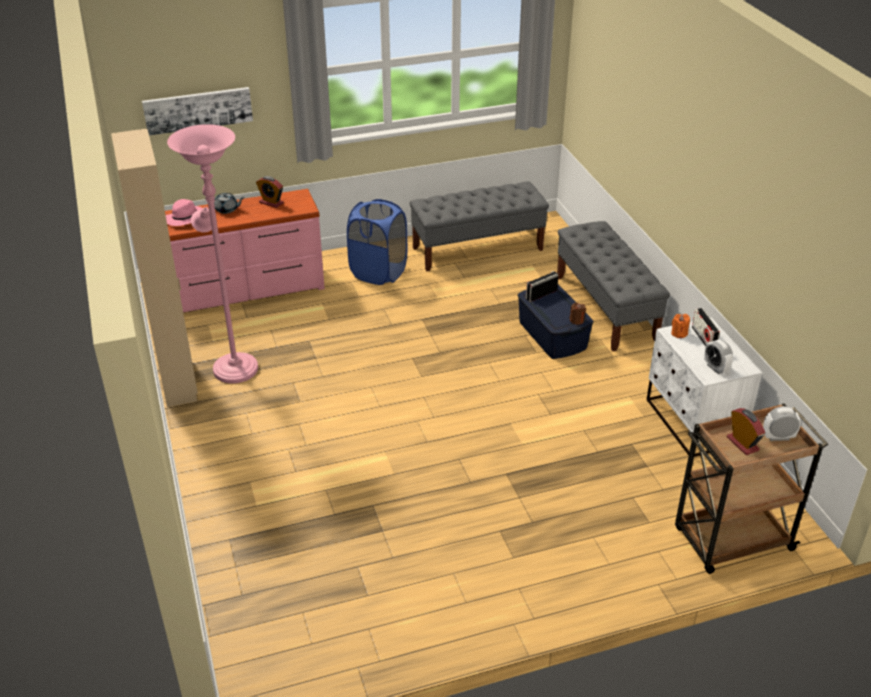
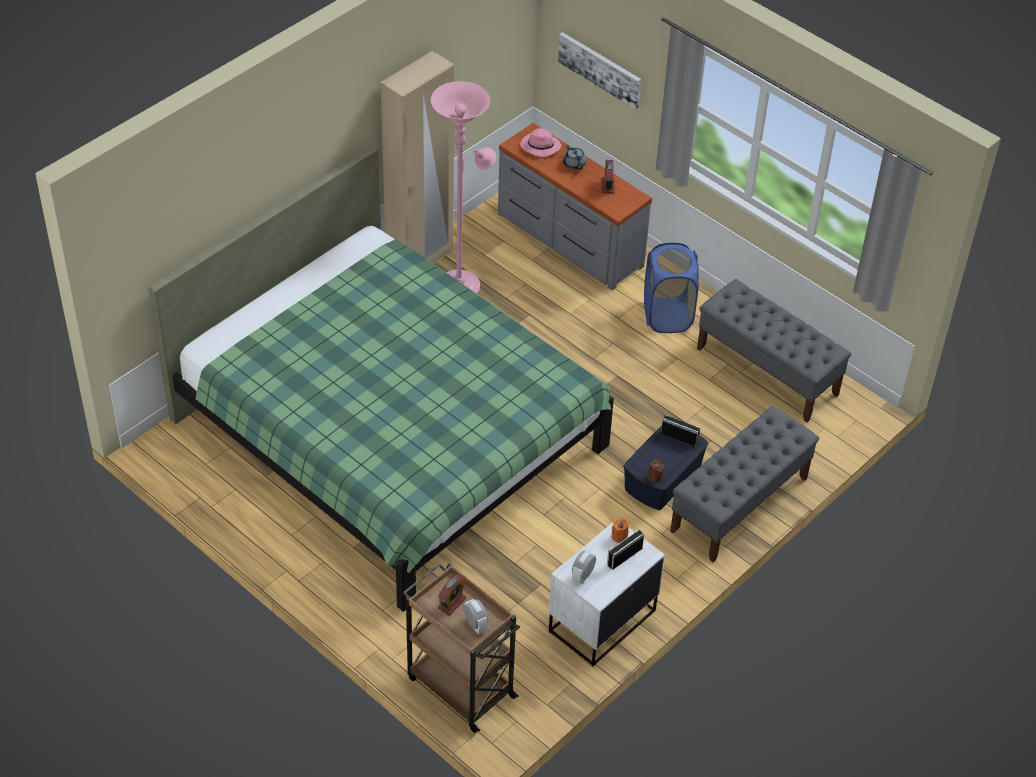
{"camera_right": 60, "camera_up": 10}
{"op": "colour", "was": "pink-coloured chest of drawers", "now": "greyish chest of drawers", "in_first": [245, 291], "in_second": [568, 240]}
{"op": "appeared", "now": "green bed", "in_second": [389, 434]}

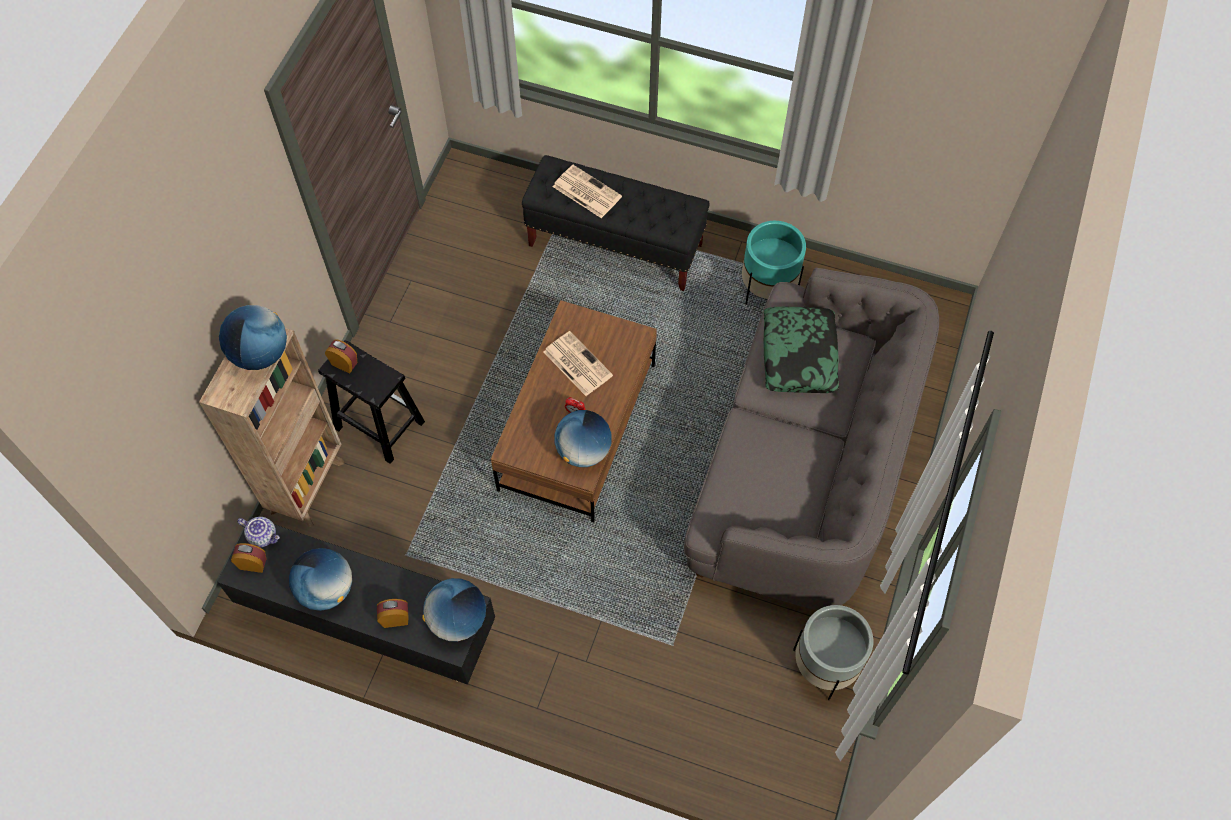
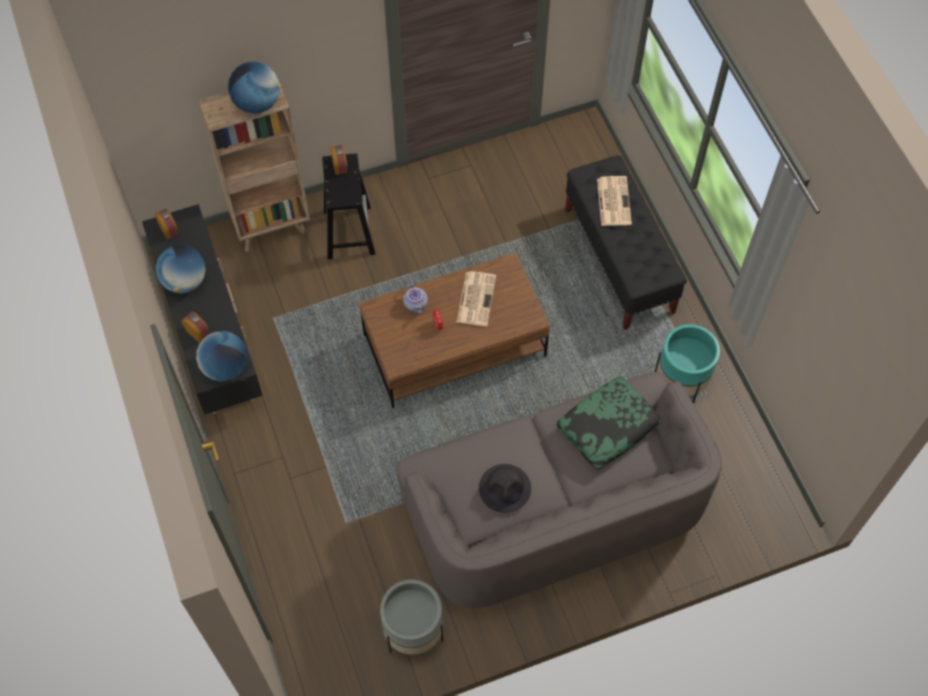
{"camera_right": 50, "camera_up": 0}
{"op": "relocated", "was": "teapot", "in_first": [263, 536], "in_second": [416, 304]}
{"op": "missing", "was": "globe", "in_first": [583, 451]}
{"op": "appeared", "now": "black-coloured hat", "in_second": [505, 488]}

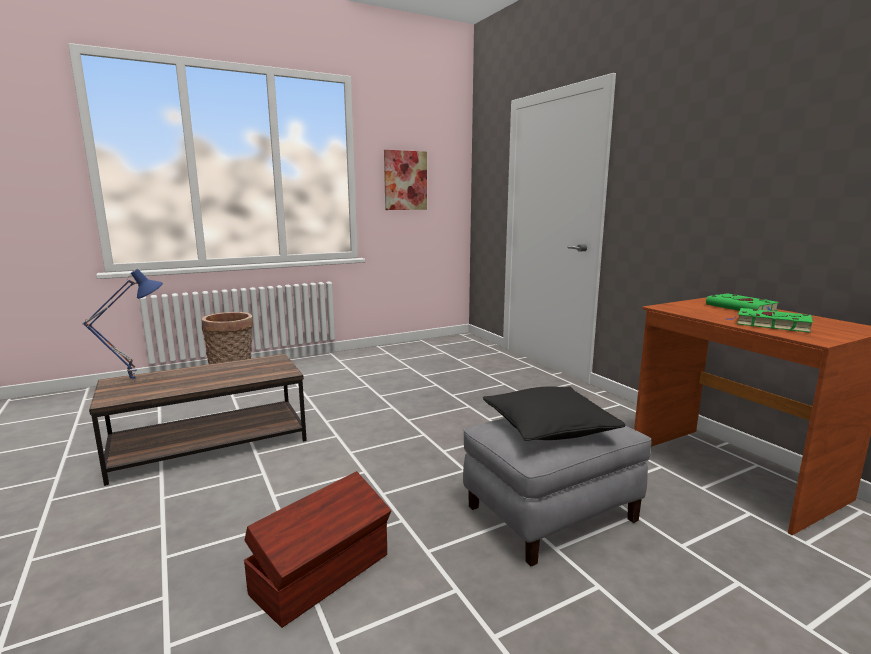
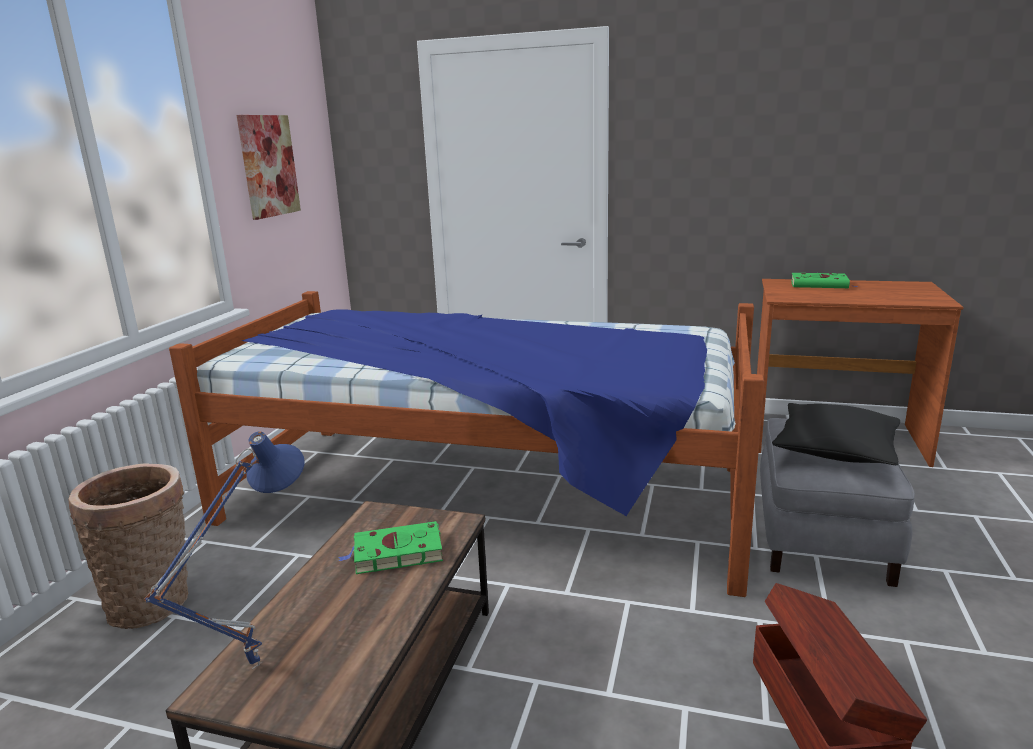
{"camera_right": -45, "camera_up": 5}
{"op": "relocated", "was": "green book", "in_first": [770, 324], "in_second": [395, 553]}
{"op": "appeared", "now": "bed", "in_second": [486, 496]}

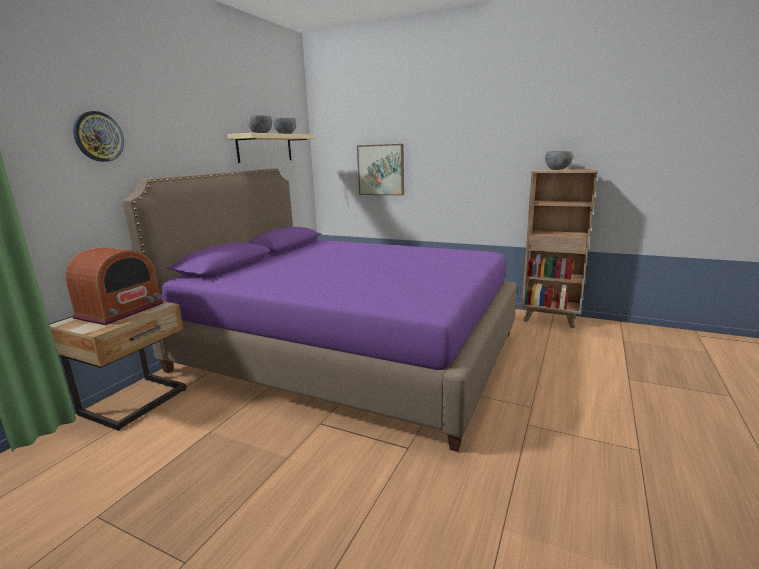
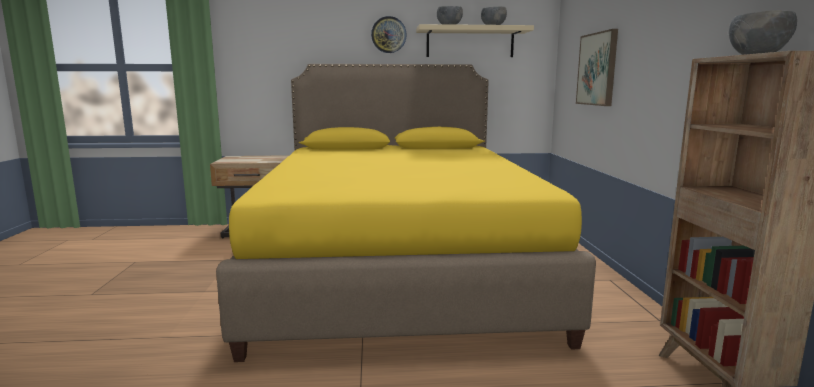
{"camera_right": 60, "camera_up": -5}
{"op": "missing", "was": "radio receiver", "in_first": [120, 310]}
{"op": "relocated", "was": "clock on the wall", "in_first": [98, 136], "in_second": [388, 35]}
{"op": "colour", "was": "purplish bed", "now": "yellow-coloured bed", "in_first": [347, 352], "in_second": [398, 267]}

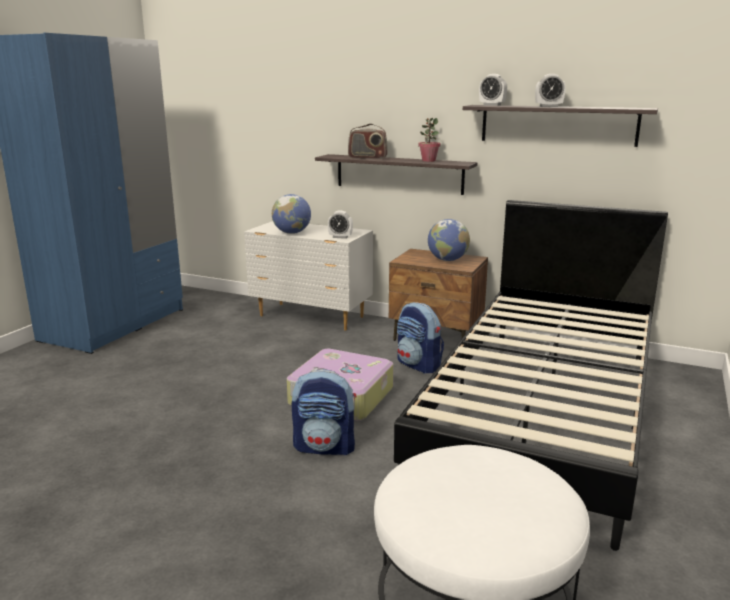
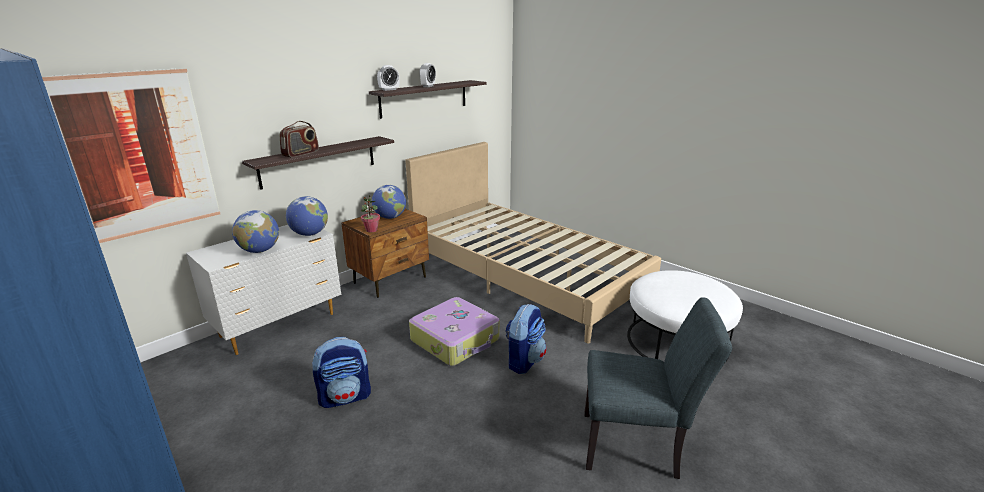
{"camera_right": -70, "camera_up": 5}
{"op": "exchanged", "was": "bedside clock", "now": "globe", "in_first": [340, 237], "in_second": [309, 234]}
{"op": "colour", "was": "black-coloured bed", "now": "beige-coloured bed", "in_first": [543, 413], "in_second": [525, 276]}
{"op": "relocated", "was": "knapsack", "in_first": [418, 365], "in_second": [345, 397]}
{"op": "relocated", "was": "plant in a pot", "in_first": [428, 160], "in_second": [371, 230]}
{"op": "appeared", "now": "wall picture", "in_second": [140, 154]}
{"op": "appeared", "now": "greyish upright chair", "in_second": [638, 446]}

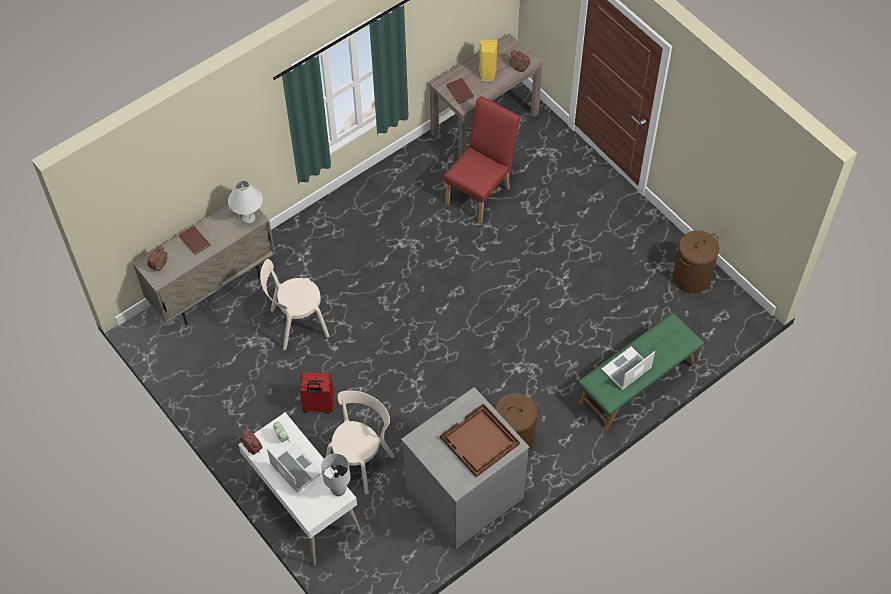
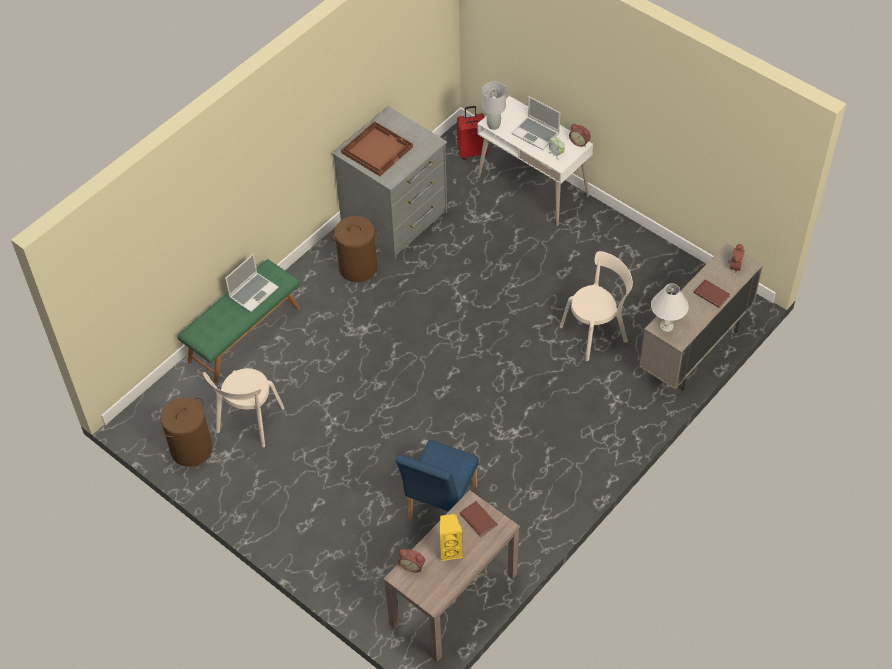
{"camera_right": 170, "camera_up": -5}
{"op": "relocated", "was": "red-coloured piece of luggage", "in_first": [318, 406], "in_second": [472, 152]}
{"op": "relocated", "was": "beige-coloured upright chair", "in_first": [361, 460], "in_second": [249, 422]}
{"op": "colour", "was": "red-coloured upright chair", "now": "blue-coloured upright chair", "in_first": [481, 192], "in_second": [439, 507]}

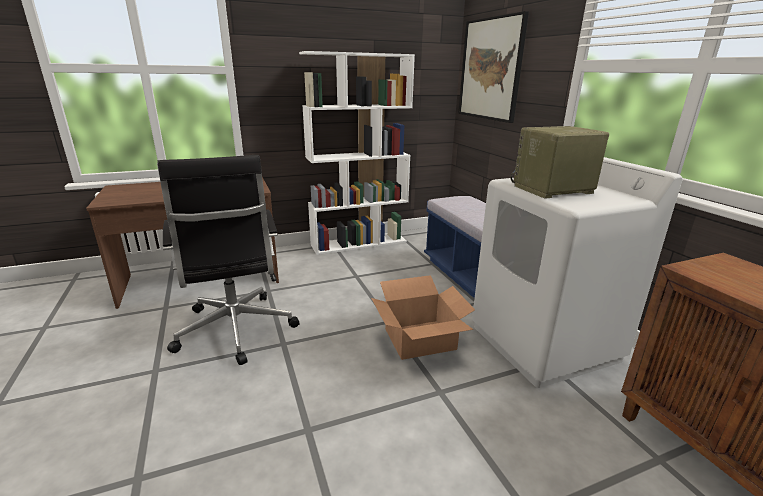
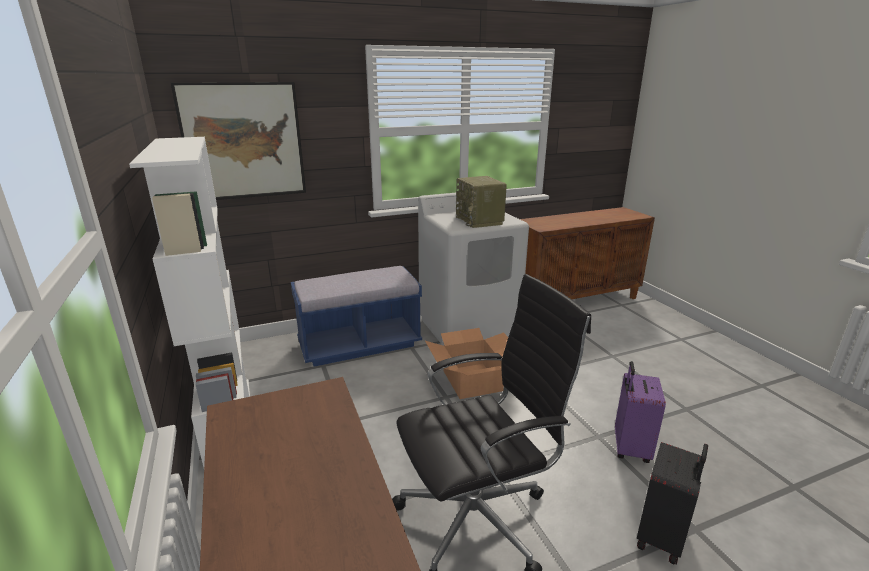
{"camera_right": -90, "camera_up": 0}
{"op": "appeared", "now": "purplish piece of luggage", "in_second": [629, 448]}
{"op": "appeared", "now": "black-coloured piece of luggage", "in_second": [662, 537]}

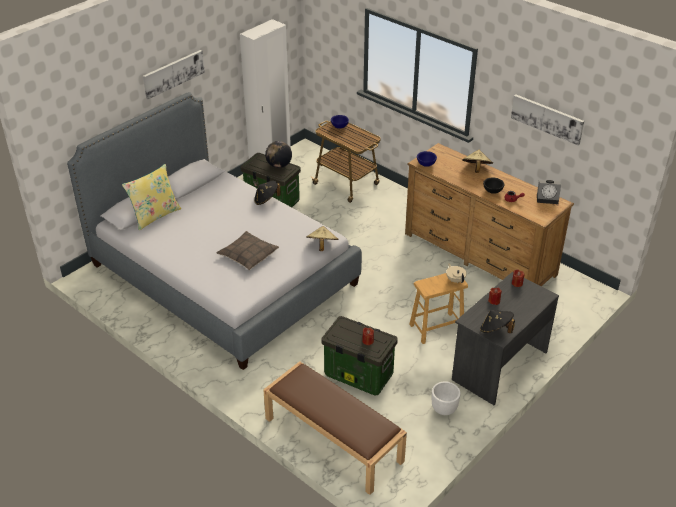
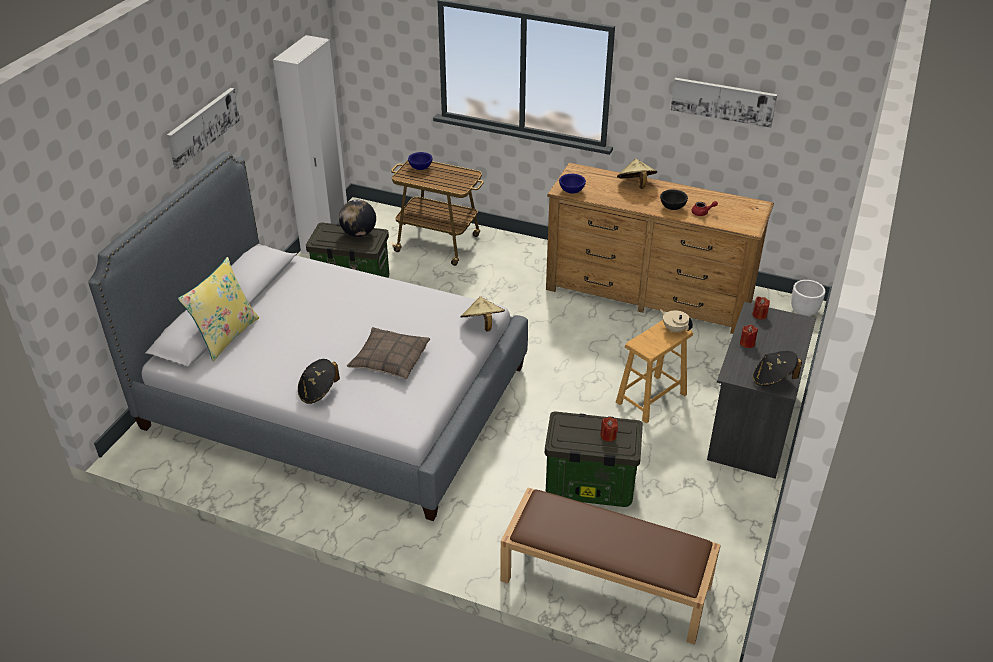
{"camera_right": -20, "camera_up": 0}
{"op": "relocated", "was": "black-coloured hat", "in_first": [266, 200], "in_second": [318, 392]}
{"op": "relocated", "was": "white-coloured planter", "in_first": [444, 409], "in_second": [804, 311]}
{"op": "missing", "was": "bedside clock", "in_first": [548, 198]}

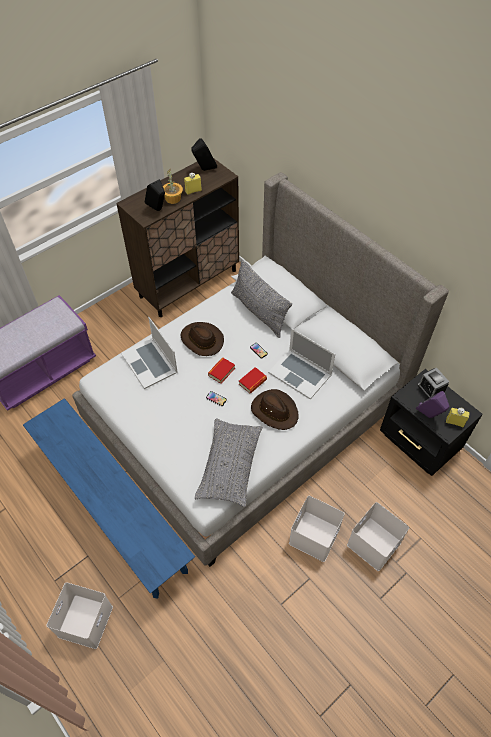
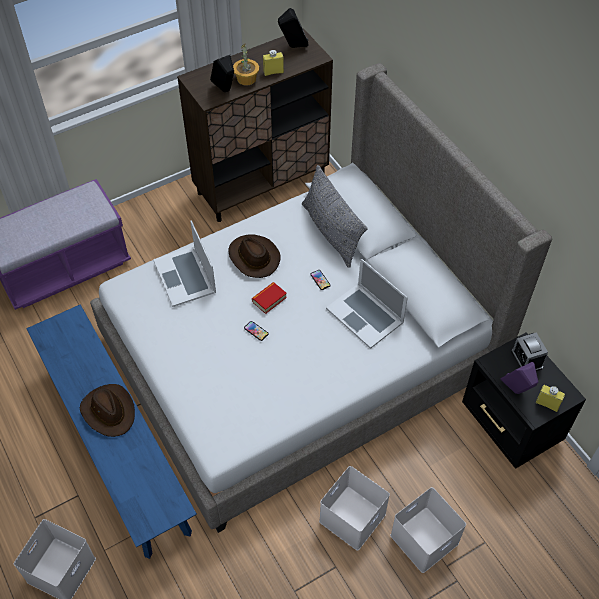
{"camera_right": 10, "camera_up": 0}
{"op": "missing", "was": "greyish pillow", "in_first": [229, 466]}
{"op": "missing", "was": "book", "in_first": [252, 382]}
{"op": "relocated", "was": "brownish hat", "in_first": [275, 411], "in_second": [109, 411]}

